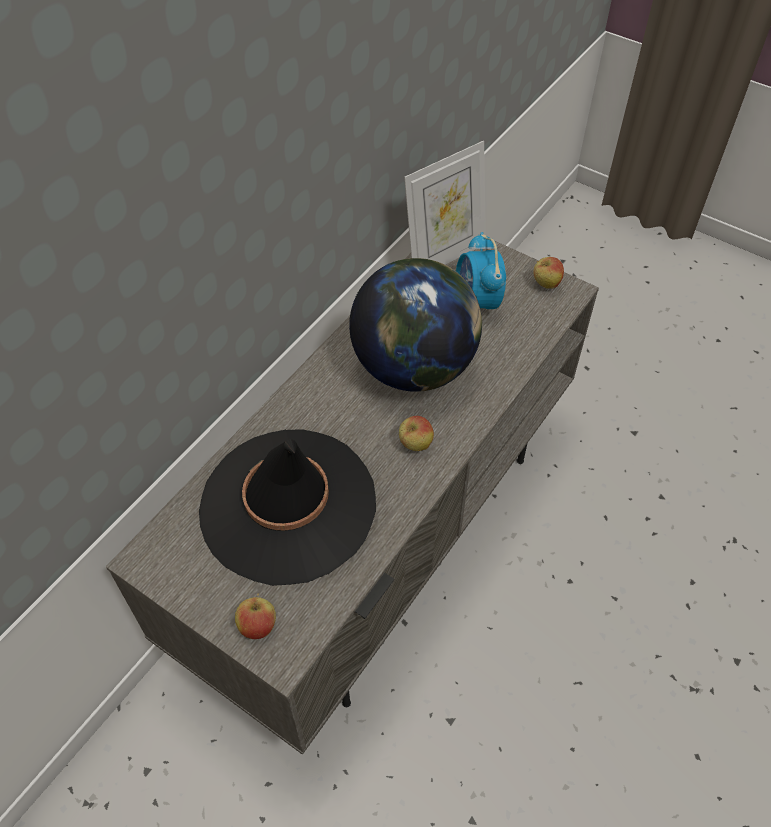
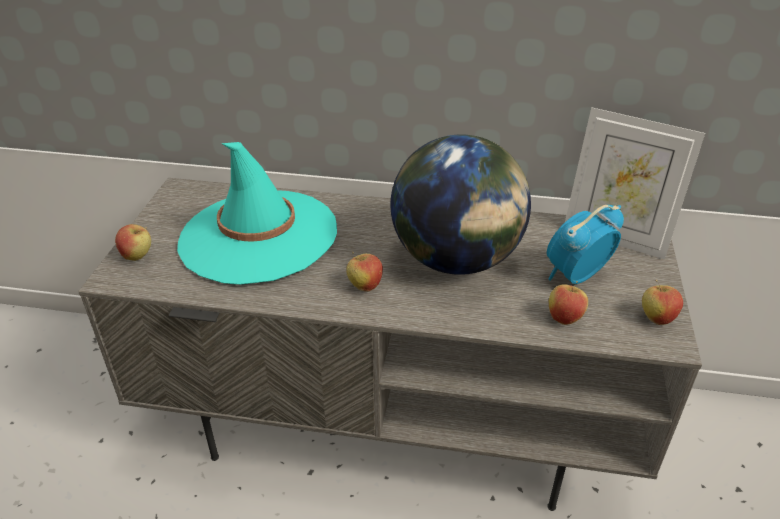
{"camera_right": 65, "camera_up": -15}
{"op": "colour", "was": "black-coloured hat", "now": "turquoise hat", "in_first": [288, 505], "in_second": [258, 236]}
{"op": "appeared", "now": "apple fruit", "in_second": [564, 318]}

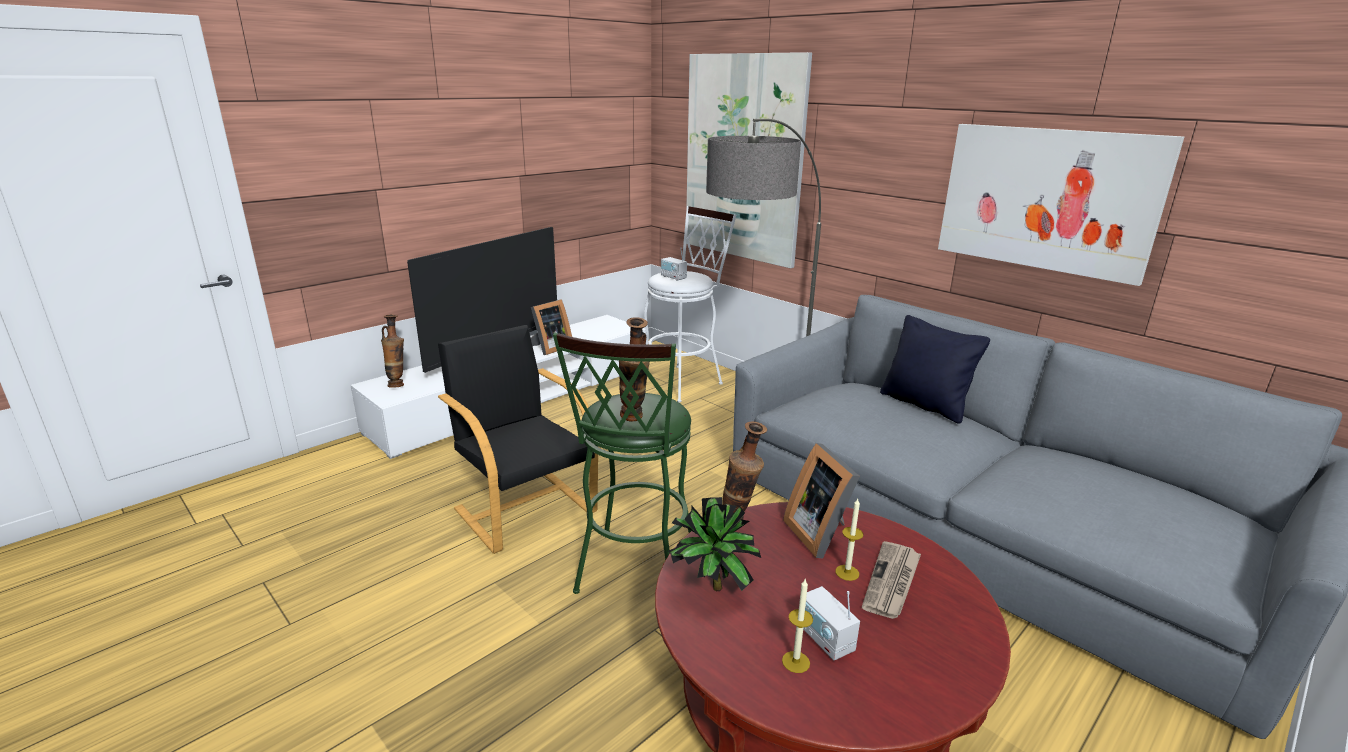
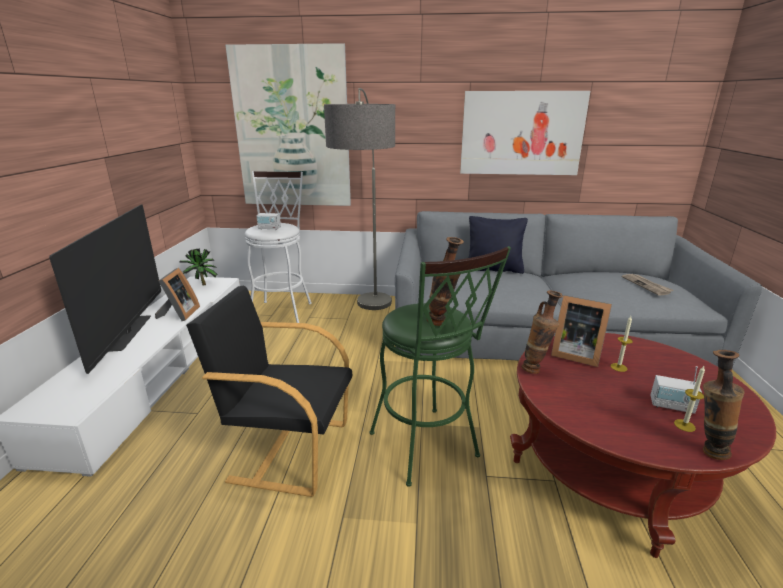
{"camera_right": -40, "camera_up": 0}
{"op": "relocated", "was": "flower vase", "in_first": [398, 384], "in_second": [706, 449]}
{"op": "relocated", "was": "plant in a pot", "in_first": [710, 590], "in_second": [201, 285]}
{"op": "relocated", "was": "newspaper", "in_first": [892, 582], "in_second": [646, 285]}

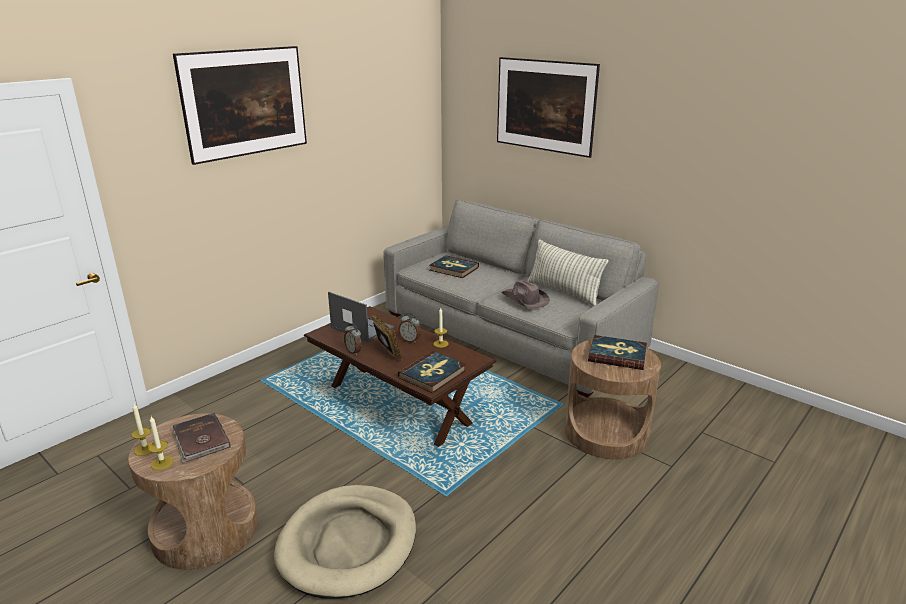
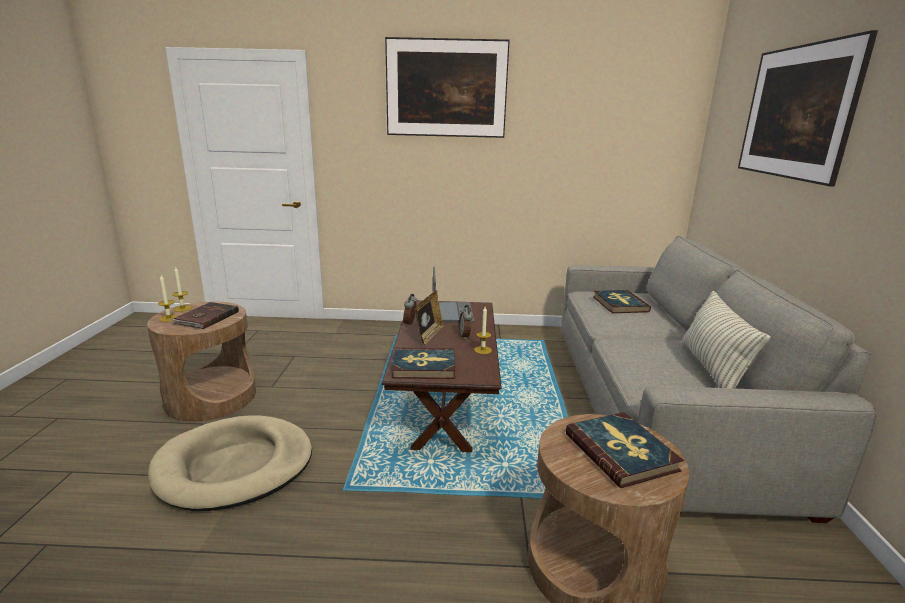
{"camera_right": 50, "camera_up": -5}
{"op": "missing", "was": "brownish hat", "in_first": [524, 299]}

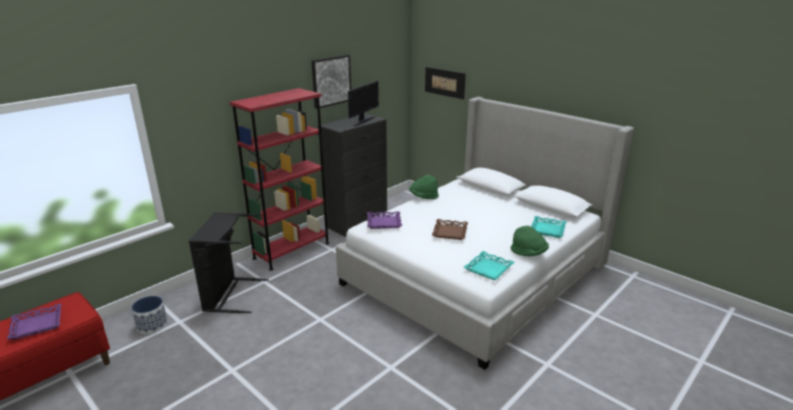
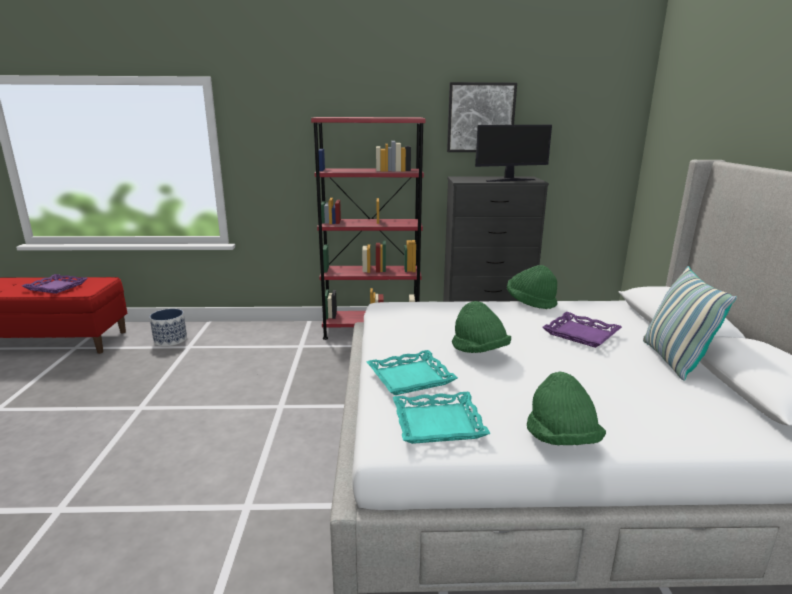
{"camera_right": 45, "camera_up": -5}
{"op": "missing", "was": "black-coloured washing basket", "in_first": [229, 295]}
{"op": "relocated", "was": "purplish tray", "in_first": [384, 222], "in_second": [581, 334]}
{"op": "missing", "was": "wall picture", "in_first": [444, 82]}
{"op": "exchanged", "was": "brownish tray", "now": "green hat", "in_first": [449, 232], "in_second": [479, 351]}
{"op": "relocated", "was": "turquoise tray", "in_first": [547, 229], "in_second": [410, 377]}
{"op": "appeared", "now": "pillow", "in_second": [673, 360]}

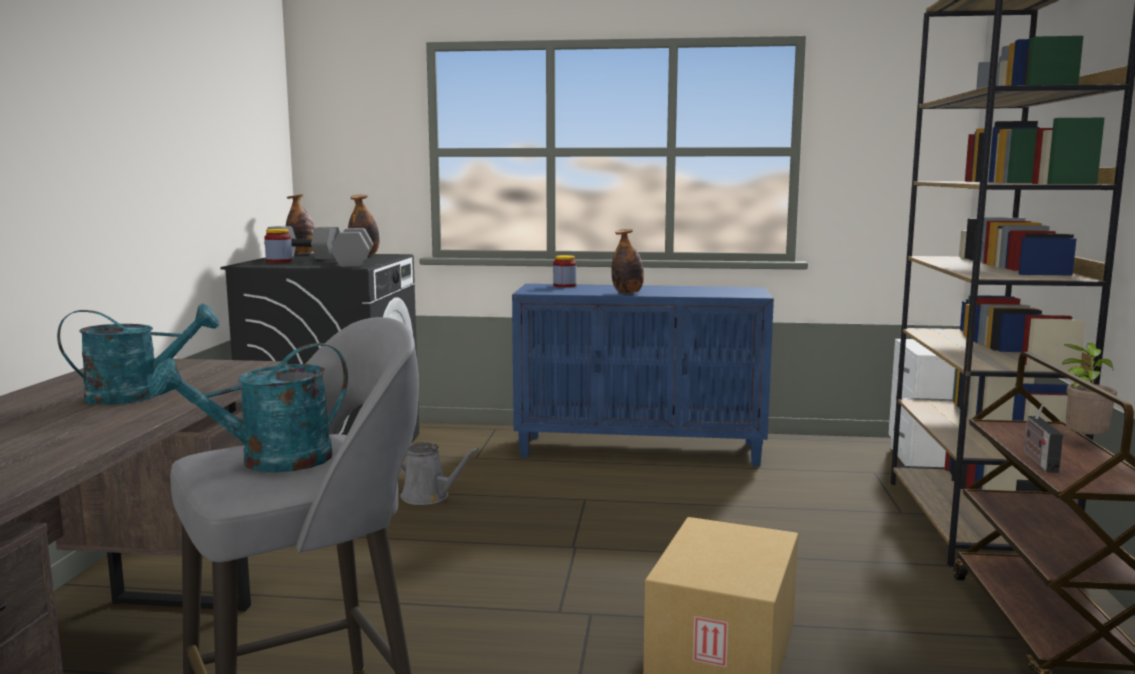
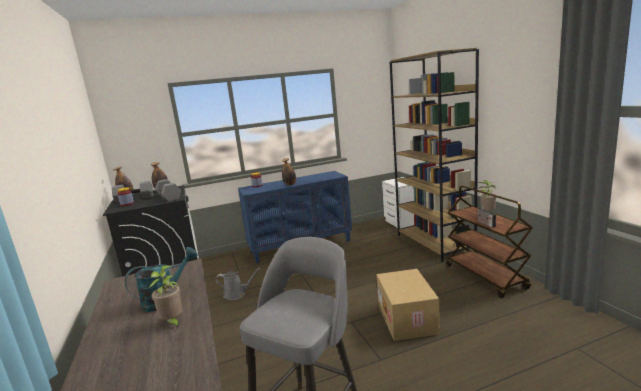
{"camera_right": -25, "camera_up": 5}
{"op": "missing", "was": "turquoise watering can", "in_first": [270, 462]}
{"op": "appeared", "now": "plant in a pot", "in_second": [172, 322]}

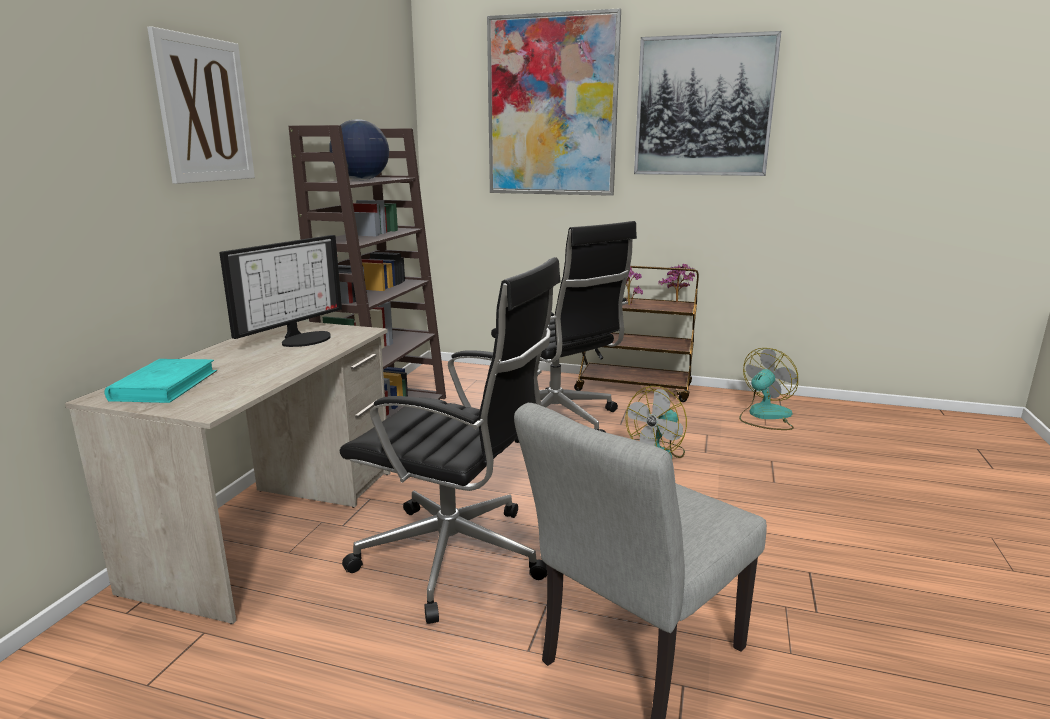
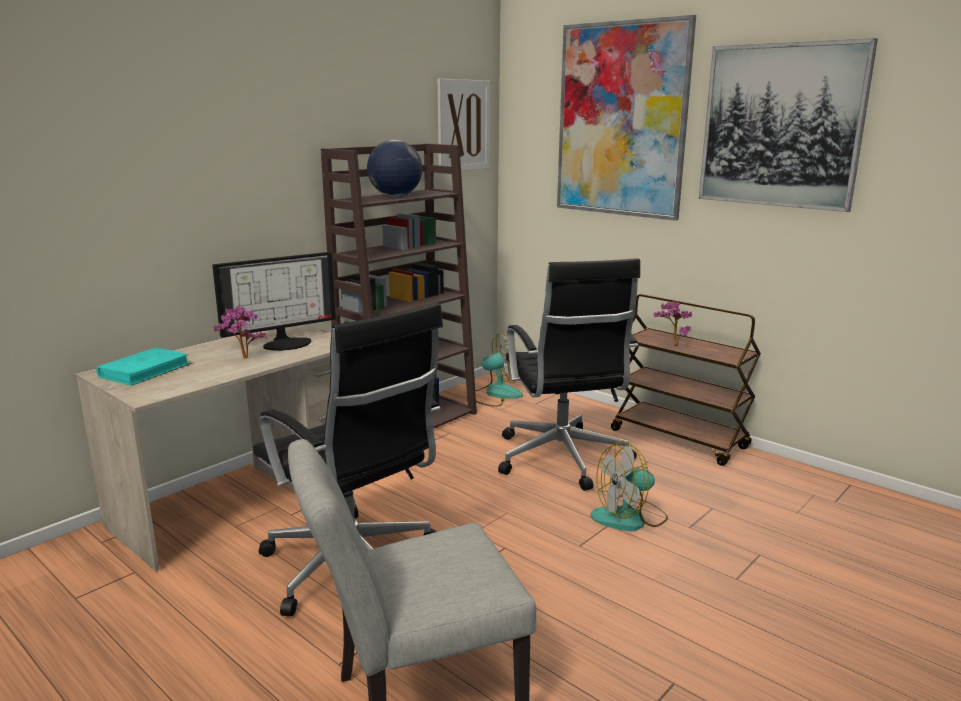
{"camera_right": 25, "camera_up": 0}
{"op": "relocated", "was": "wall picture", "in_first": [204, 110], "in_second": [463, 125]}
{"op": "relocated", "was": "plant in a pot", "in_first": [677, 303], "in_second": [242, 359]}
{"op": "relocated", "was": "electric fan", "in_first": [764, 416], "in_second": [495, 394]}

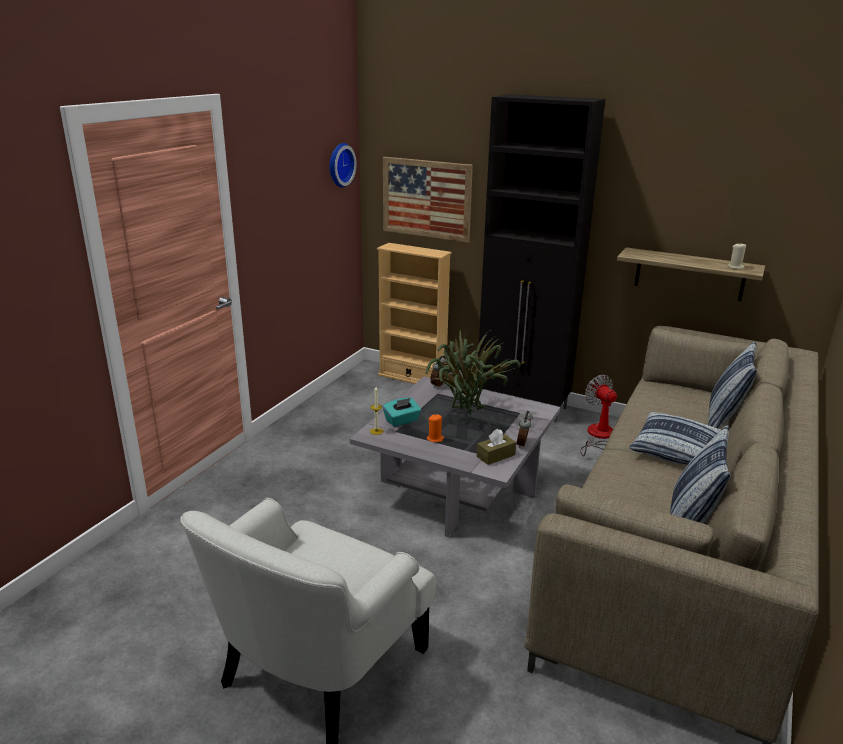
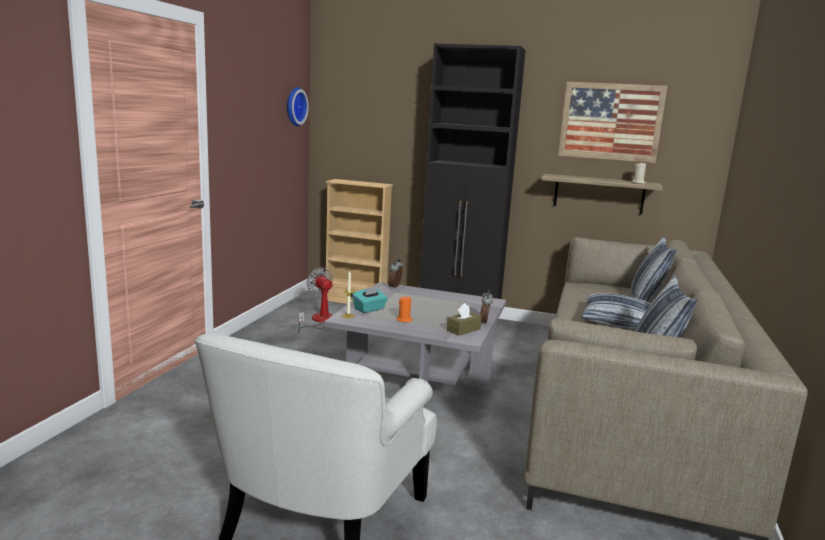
{"camera_right": -10, "camera_up": -10}
{"op": "relocated", "was": "wall picture", "in_first": [426, 199], "in_second": [610, 122]}
{"op": "missing", "was": "plant in a pot", "in_first": [467, 416]}
{"op": "relocated", "was": "electric fan", "in_first": [598, 436], "in_second": [319, 321]}

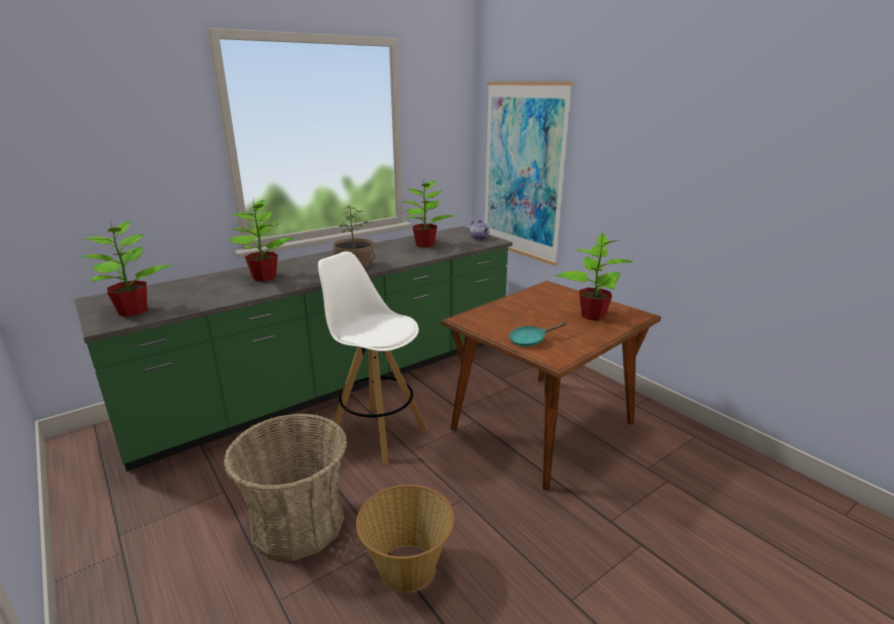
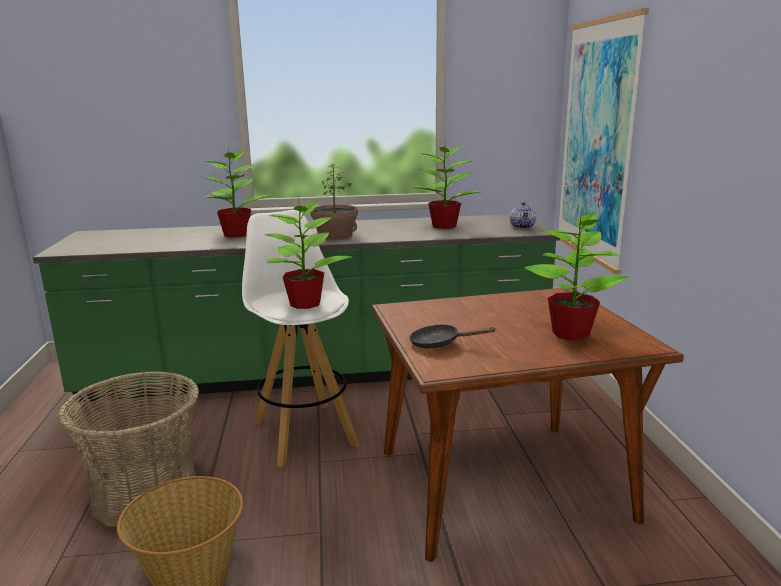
{"camera_right": 30, "camera_up": -5}
{"op": "relocated", "was": "plant in a pot", "in_first": [134, 311], "in_second": [306, 303]}
{"op": "colour", "was": "turquoise frying pan", "now": "black-coloured frying pan", "in_first": [530, 340], "in_second": [440, 343]}

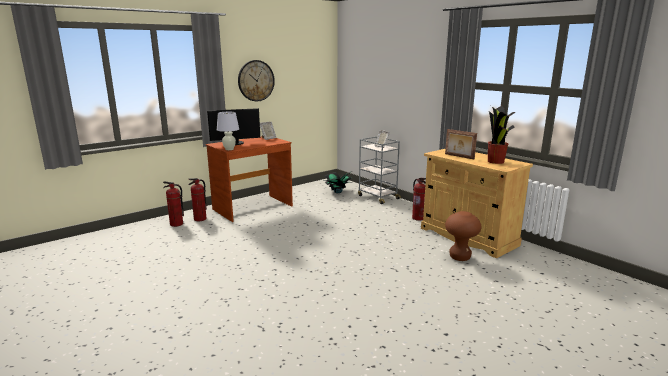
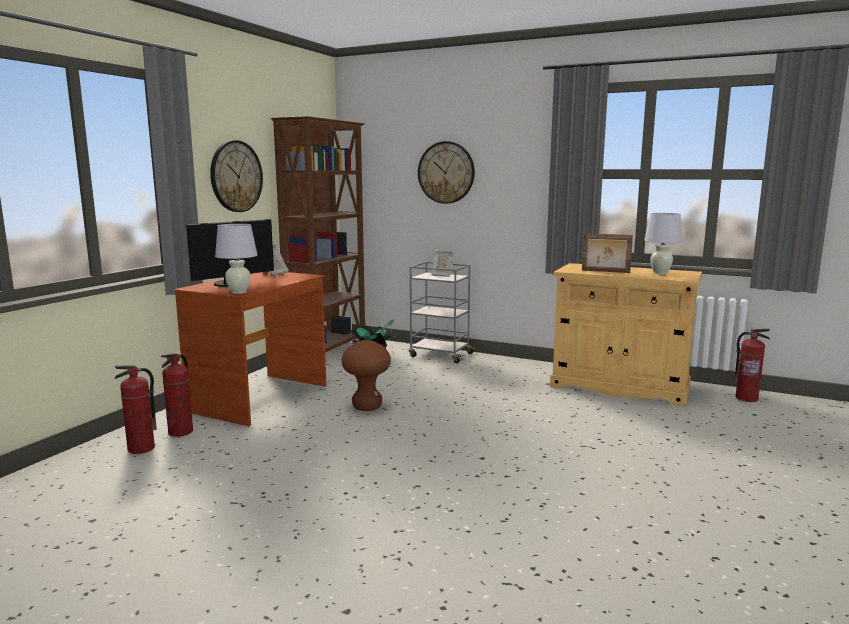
{"camera_right": -25, "camera_up": -5}
{"op": "relocated", "was": "fire extinguisher", "in_first": [418, 218], "in_second": [746, 398]}
{"op": "relocated", "was": "brownish sitting stool", "in_first": [459, 257], "in_second": [367, 407]}
{"op": "exchanged", "was": "plant in a pot", "now": "white-coloured table lamp", "in_first": [495, 162], "in_second": [660, 273]}
{"op": "appeared", "now": "brownish bookshelf", "in_second": [328, 350]}
{"op": "appeared", "now": "clock on the wall", "in_second": [446, 172]}

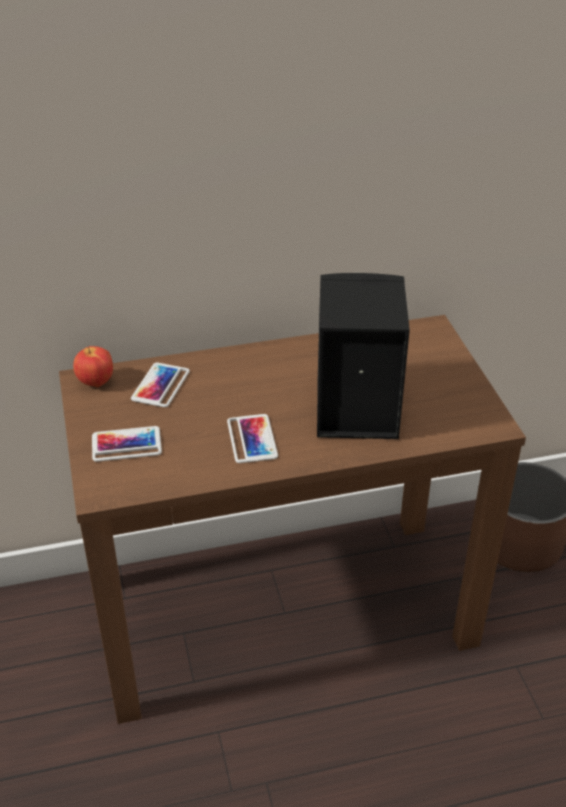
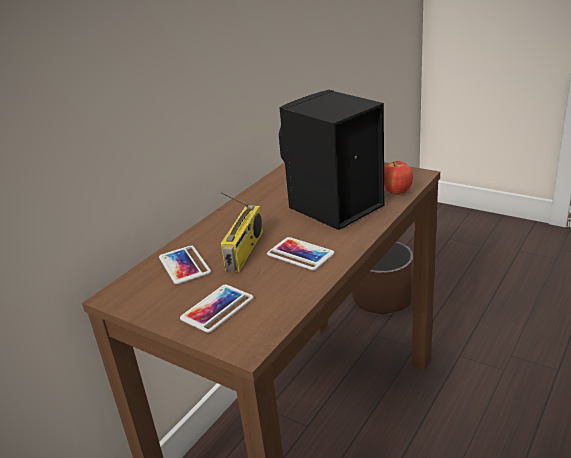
{"camera_right": -40, "camera_up": -10}
{"op": "relocated", "was": "apple fruit", "in_first": [95, 383], "in_second": [397, 193]}
{"op": "appeared", "now": "radio receiver", "in_second": [245, 251]}

